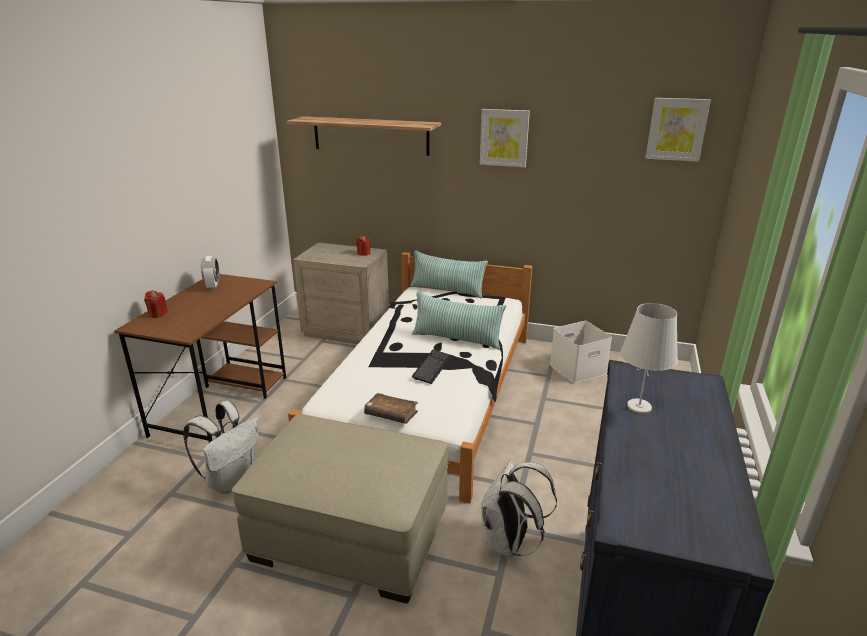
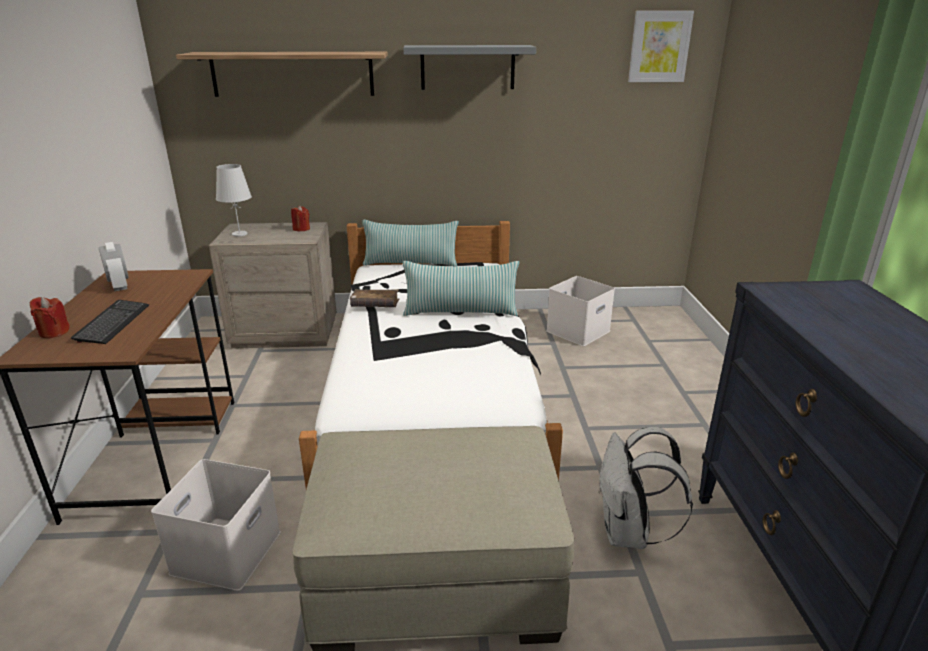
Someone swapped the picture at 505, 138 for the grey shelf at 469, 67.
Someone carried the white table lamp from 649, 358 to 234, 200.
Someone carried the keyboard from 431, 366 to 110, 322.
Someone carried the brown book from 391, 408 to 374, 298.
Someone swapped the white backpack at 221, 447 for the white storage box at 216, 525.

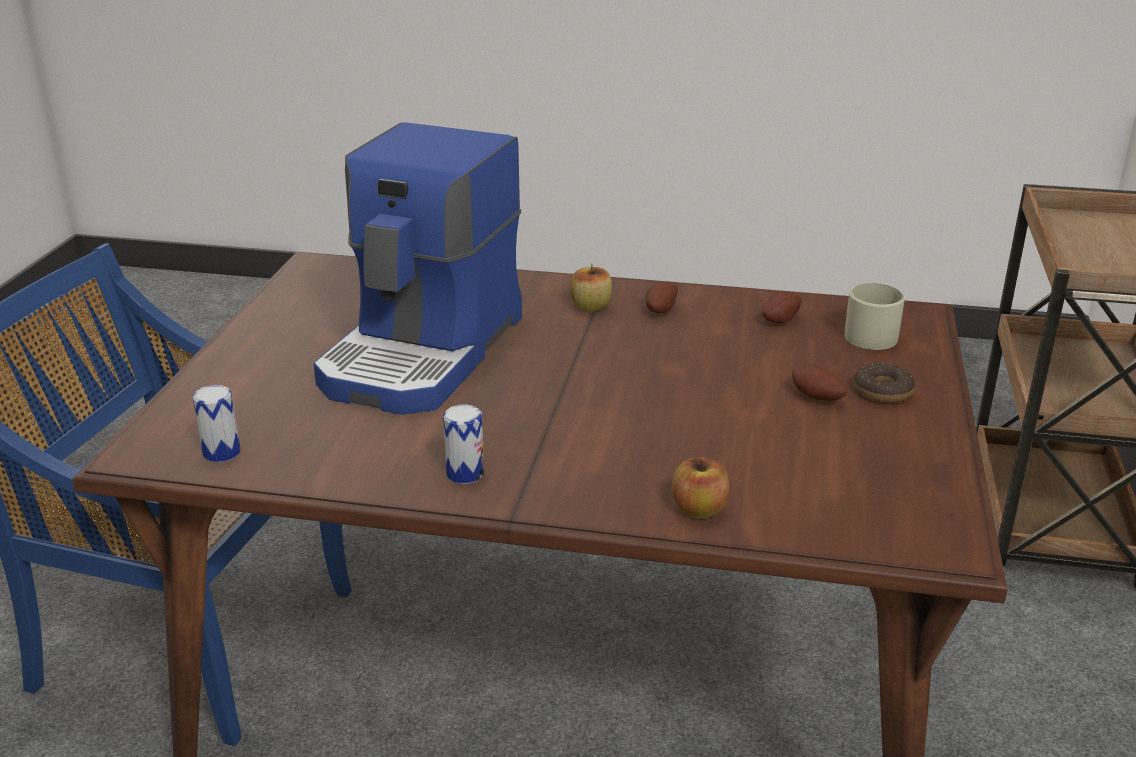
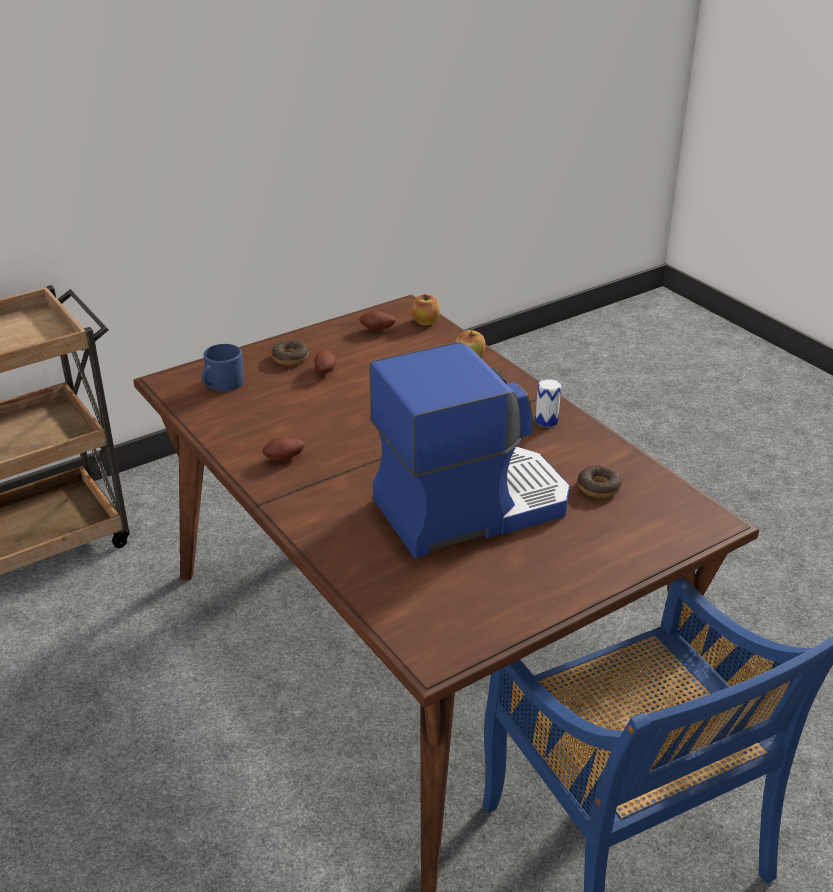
Someone carried the apple from 591, 288 to 426, 309.
Someone repainted the beige mug at 875, 316, which became the blue mug at 222, 368.
Someone carried the potato from 782, 307 to 377, 320.
Someone took away the can at 216, 423.
Someone put down the donut at 599, 481.

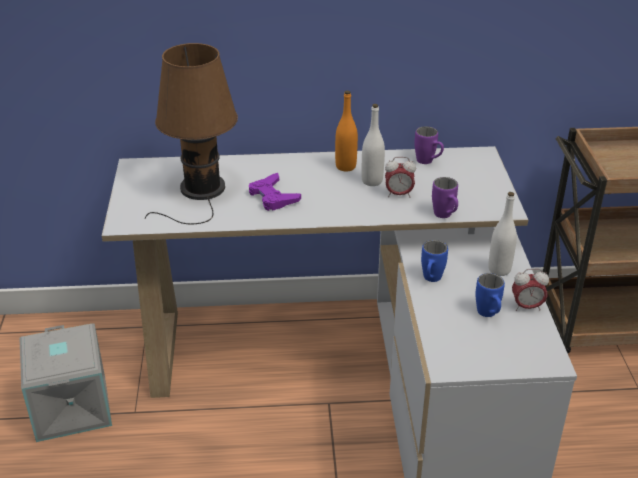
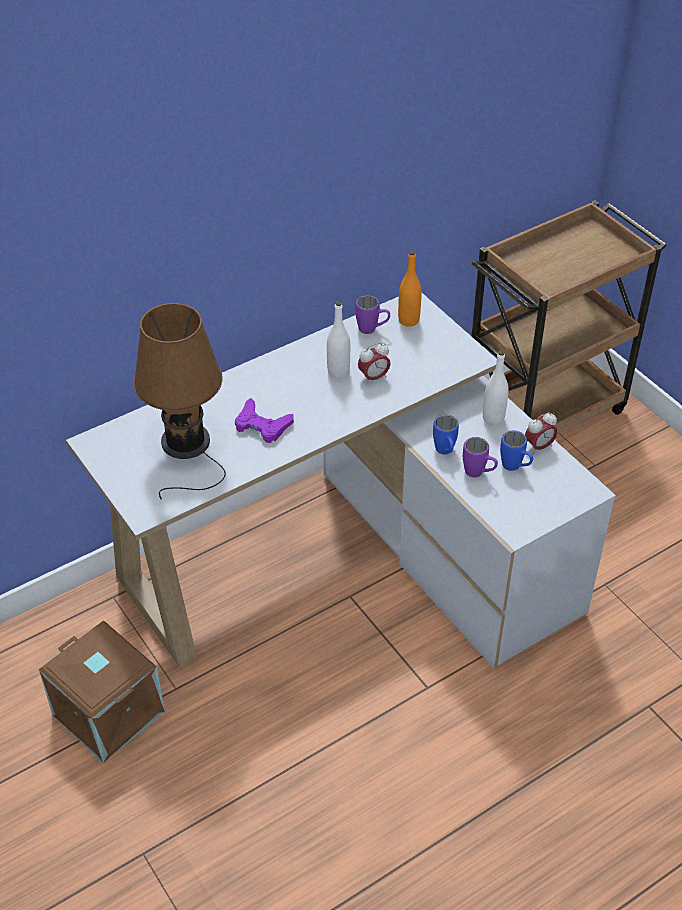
Someone carried the orange bottle from 346, 130 to 410, 289.
Someone carried the purple mug from 445, 197 to 480, 457.
Someone repainted the grey storage box at 65, 383, which became the brown storage box at 102, 691.

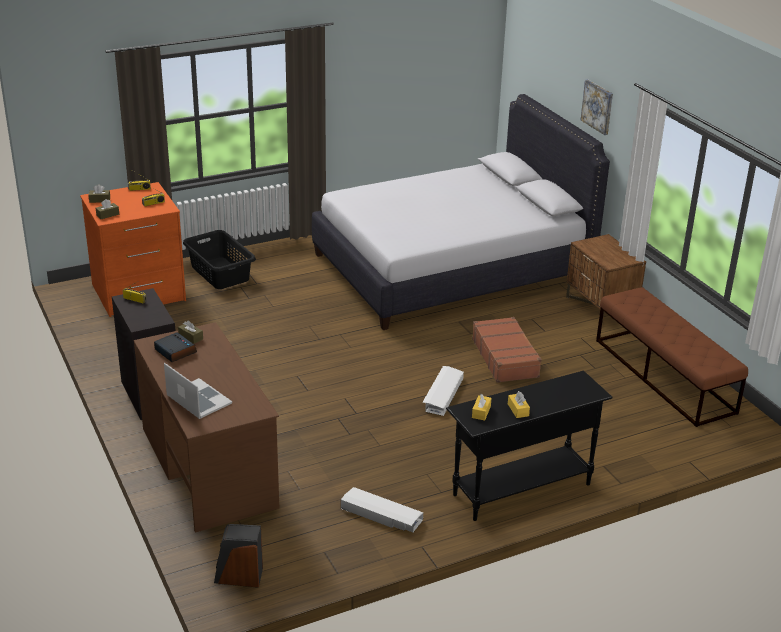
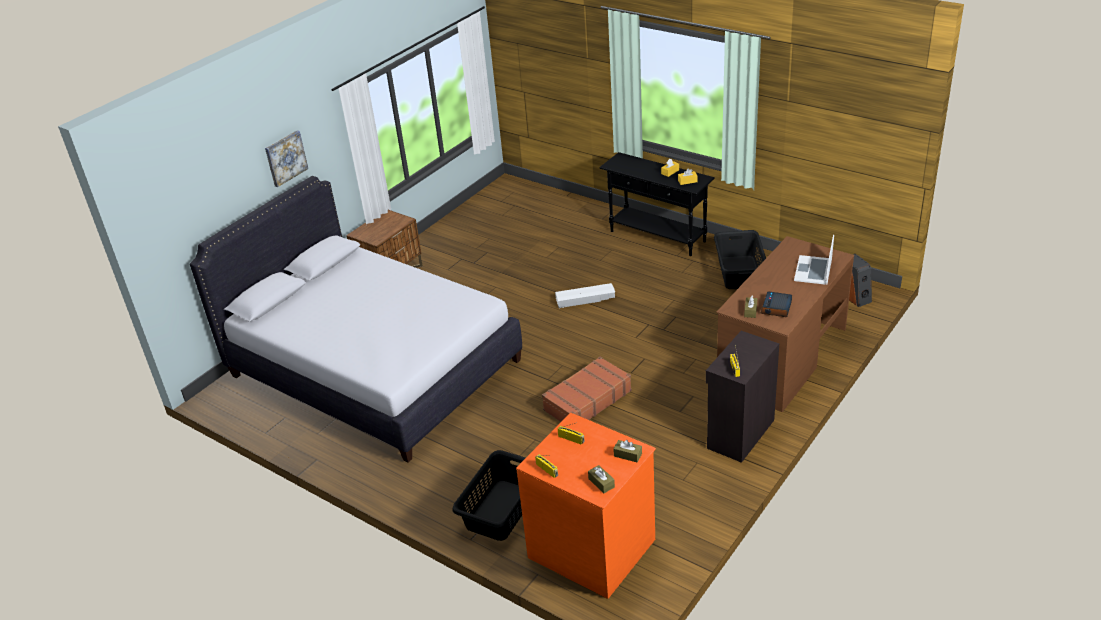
Someone took away the brown bench at 672, 357.
Someone carried the brown suitcase from 507, 350 to 587, 389.
Someone swapped the white storage box at 382, 509 for the black laundry basket at 740, 259.

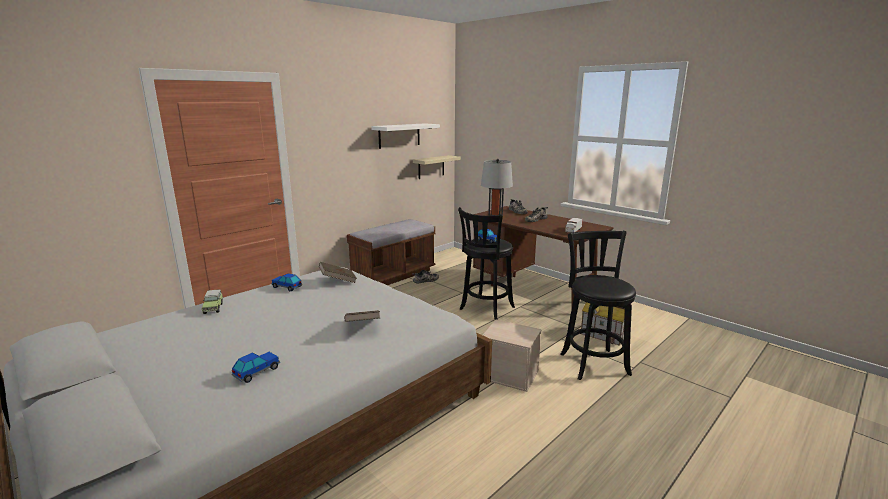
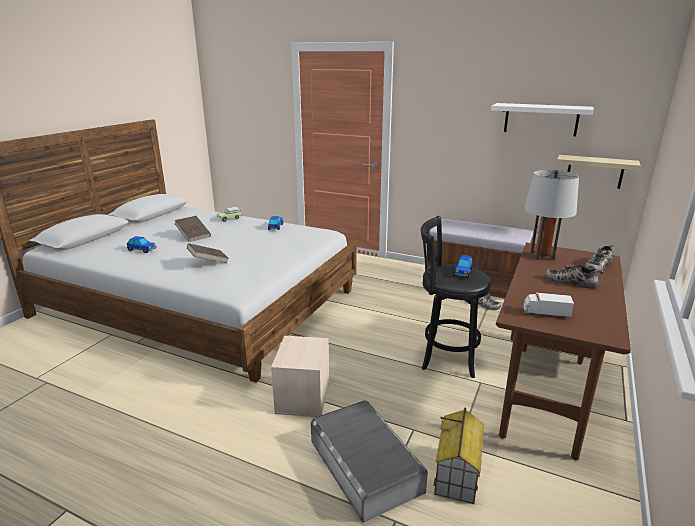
Someone swapped the black stool at 598, 305 for the grey storage box at 369, 461.
Someone carried the brown book from 338, 272 to 193, 229.

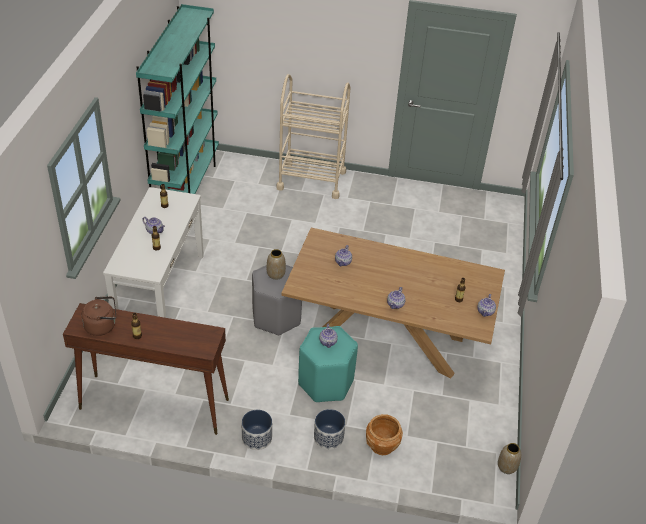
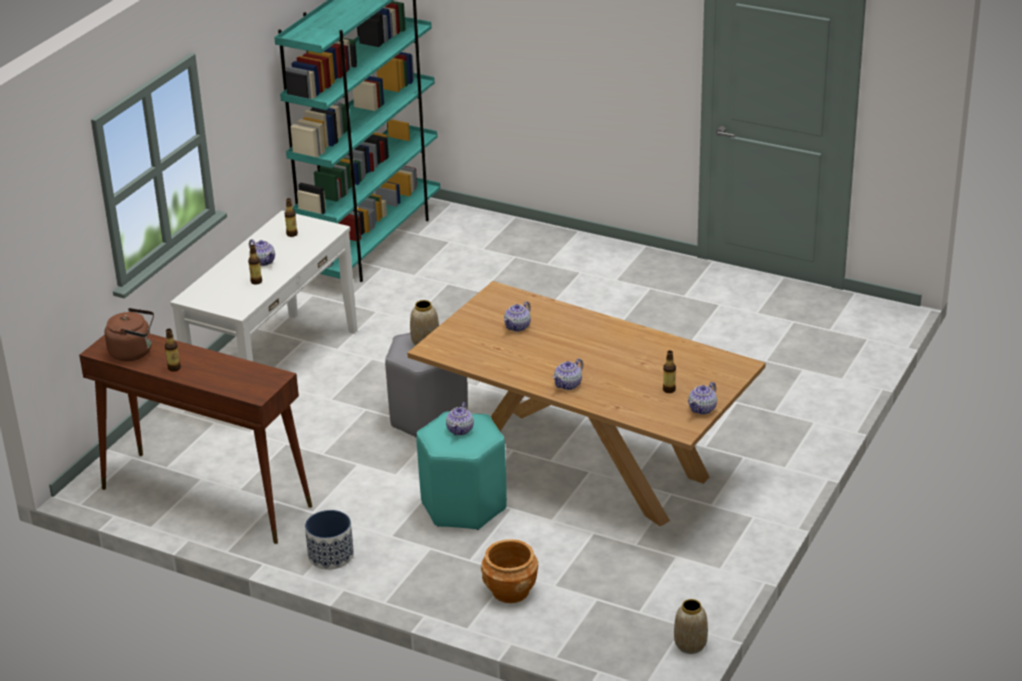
Someone took away the beige cart at 313, 136.
Someone took away the planter at 329, 429.

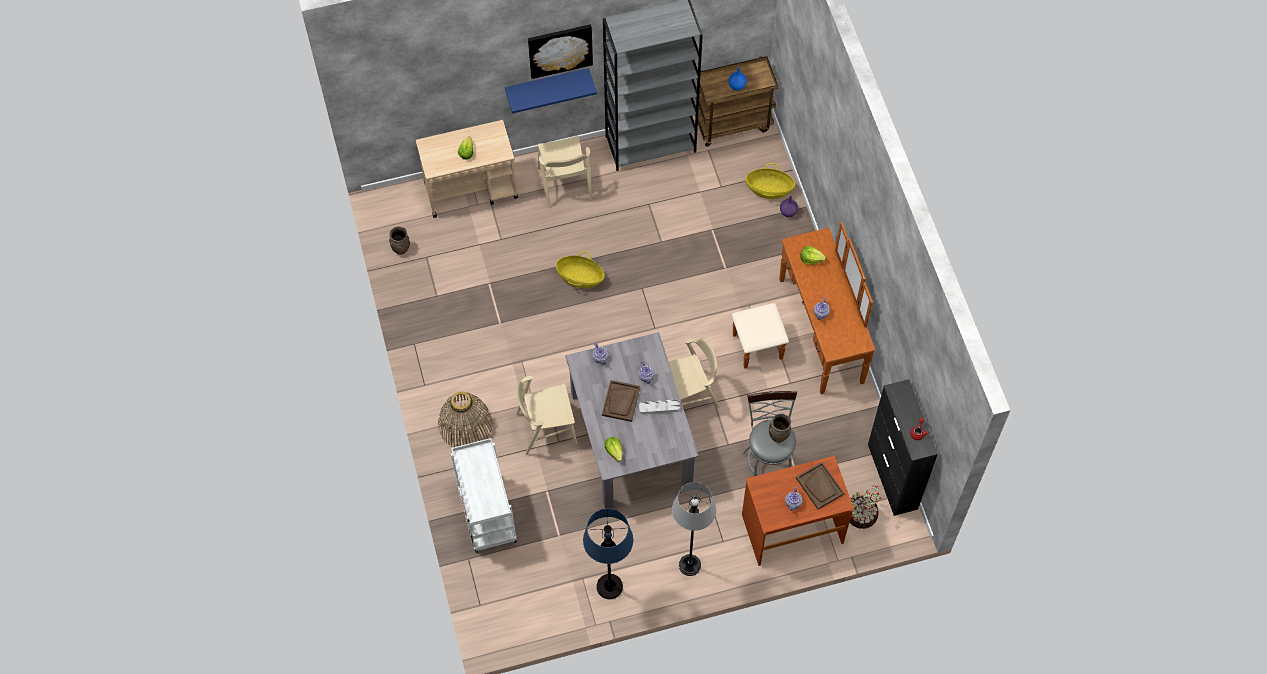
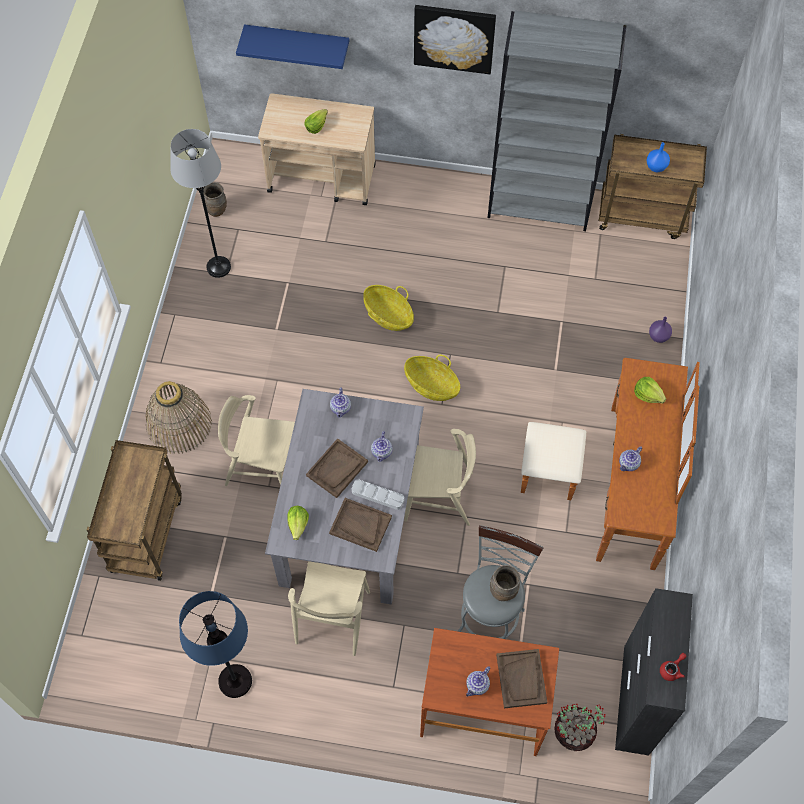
Someone carried the blue shelf from 551, 91 to 292, 46.
Someone carried the beige chair from 565, 172 to 329, 608.
Someone carried the basket from 770, 181 to 432, 378.
Someone repainted the white cart at 484, 495, which became the brown cart at 134, 510.
Someone carried the grey floor lamp from 694, 529 to 200, 203.
Someone put down the brown tray at 360, 525.

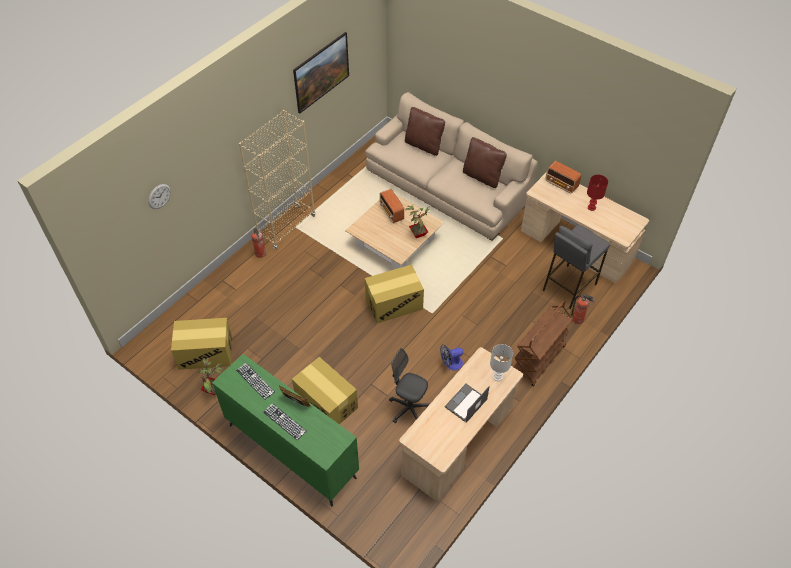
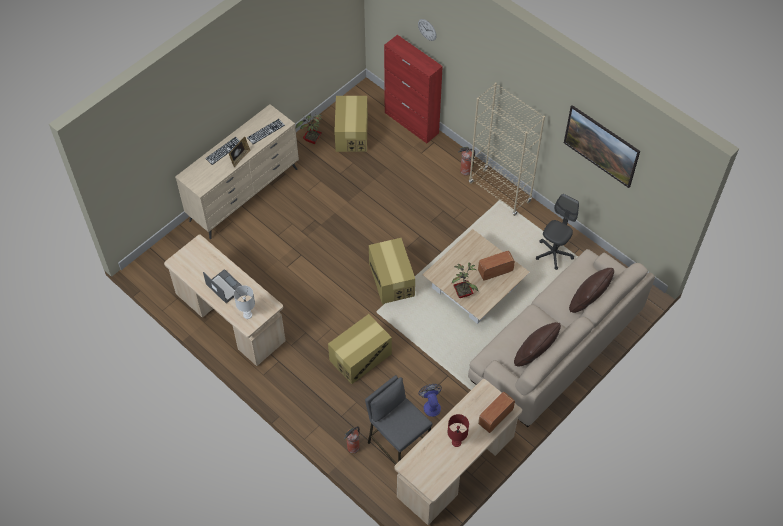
Someone took away the brown cart at 543, 343.
Someone carried the fan from 451, 357 to 430, 400.
Someone carried the grey office chair from 410, 385 to 557, 232.
Someone repainted the green dresser at 285, 430, which became the beige dresser at 237, 171.
Someone carried the cardboard box from 325, 390 to 360, 349.
Someone put down the red cabinet at 413, 89.

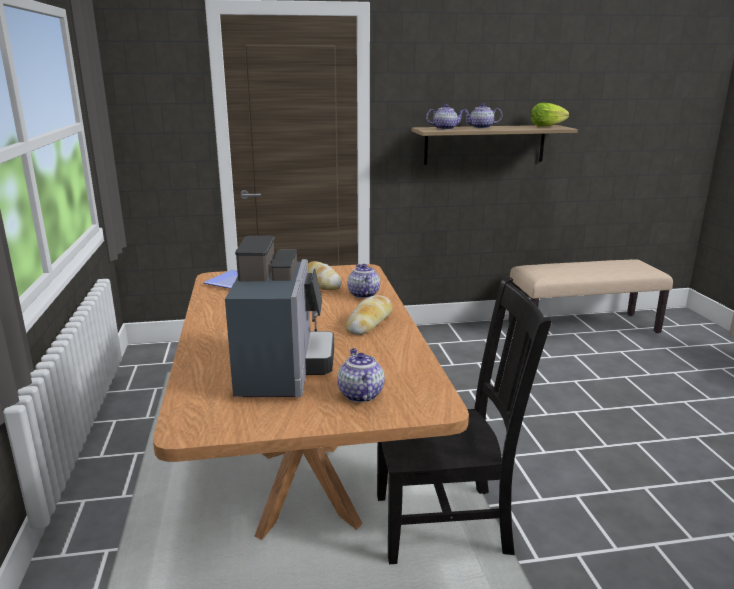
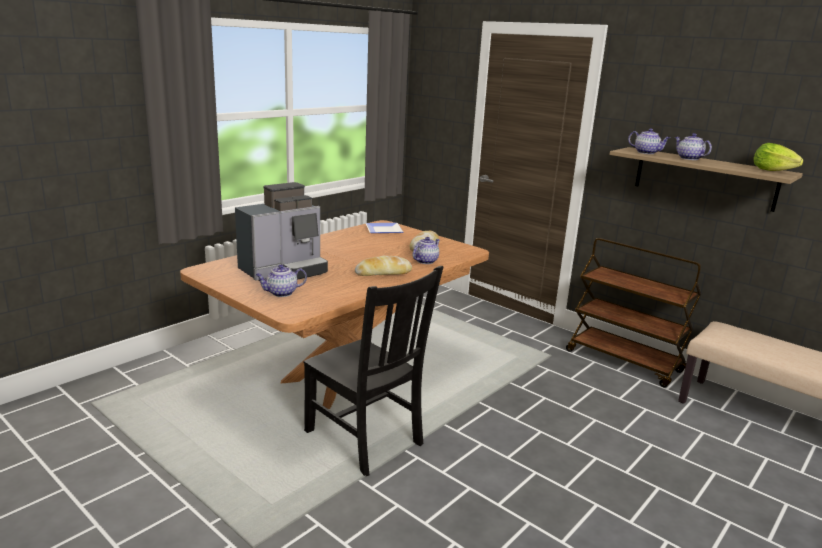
Someone rotated the teapot at 361, 375 by 150 degrees counterclockwise.
Someone put down the brown cart at 633, 312.

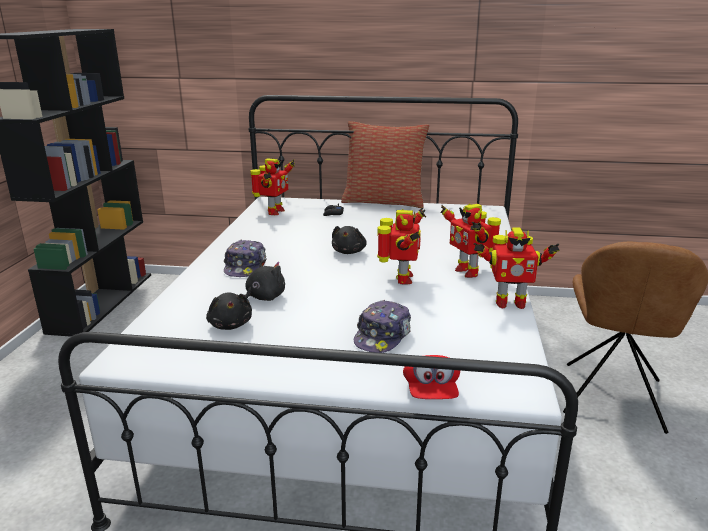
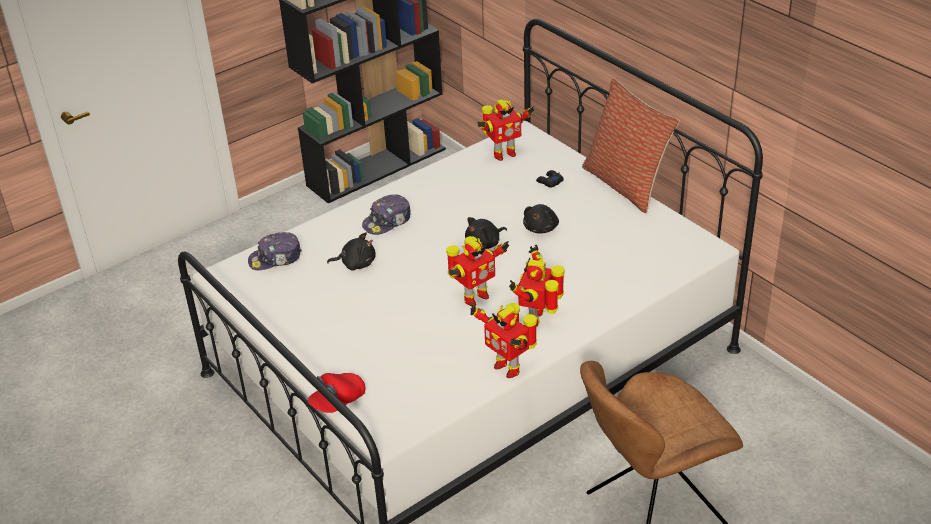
Someone carried the black plush toy from 229, 311 to 541, 219.
Someone carried the cap from 382, 326 to 275, 251.

